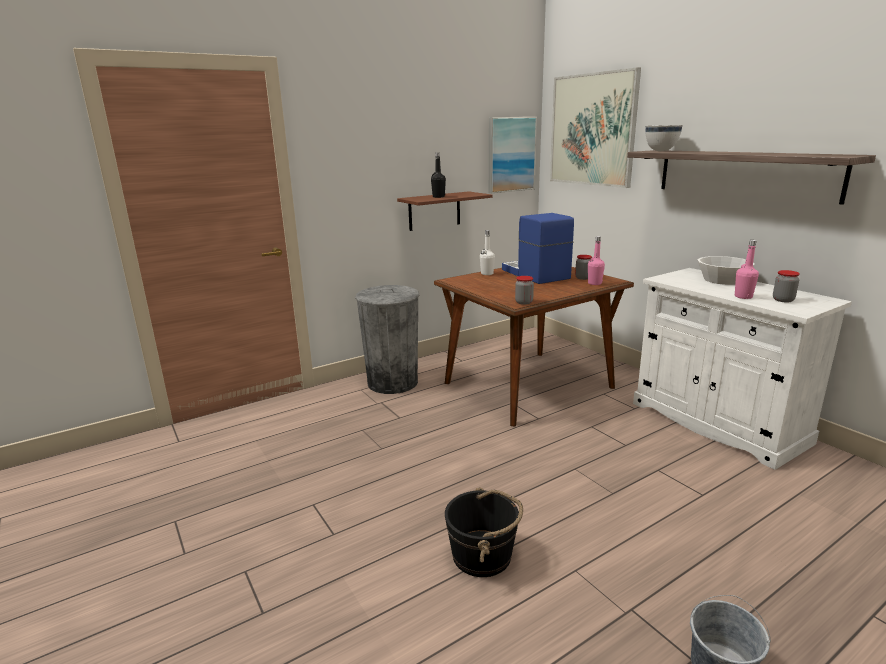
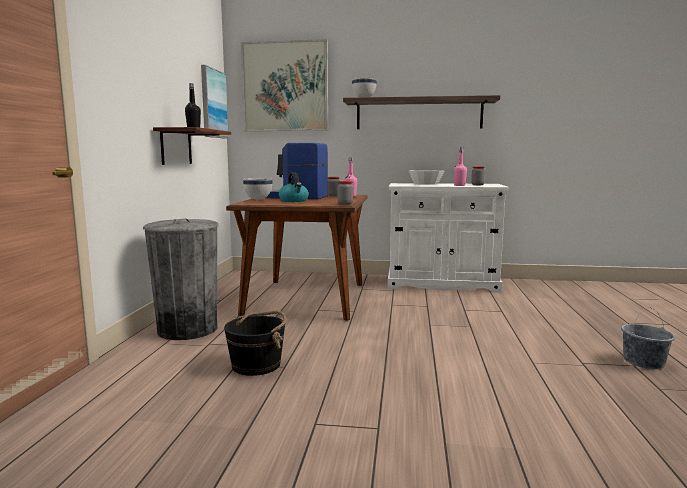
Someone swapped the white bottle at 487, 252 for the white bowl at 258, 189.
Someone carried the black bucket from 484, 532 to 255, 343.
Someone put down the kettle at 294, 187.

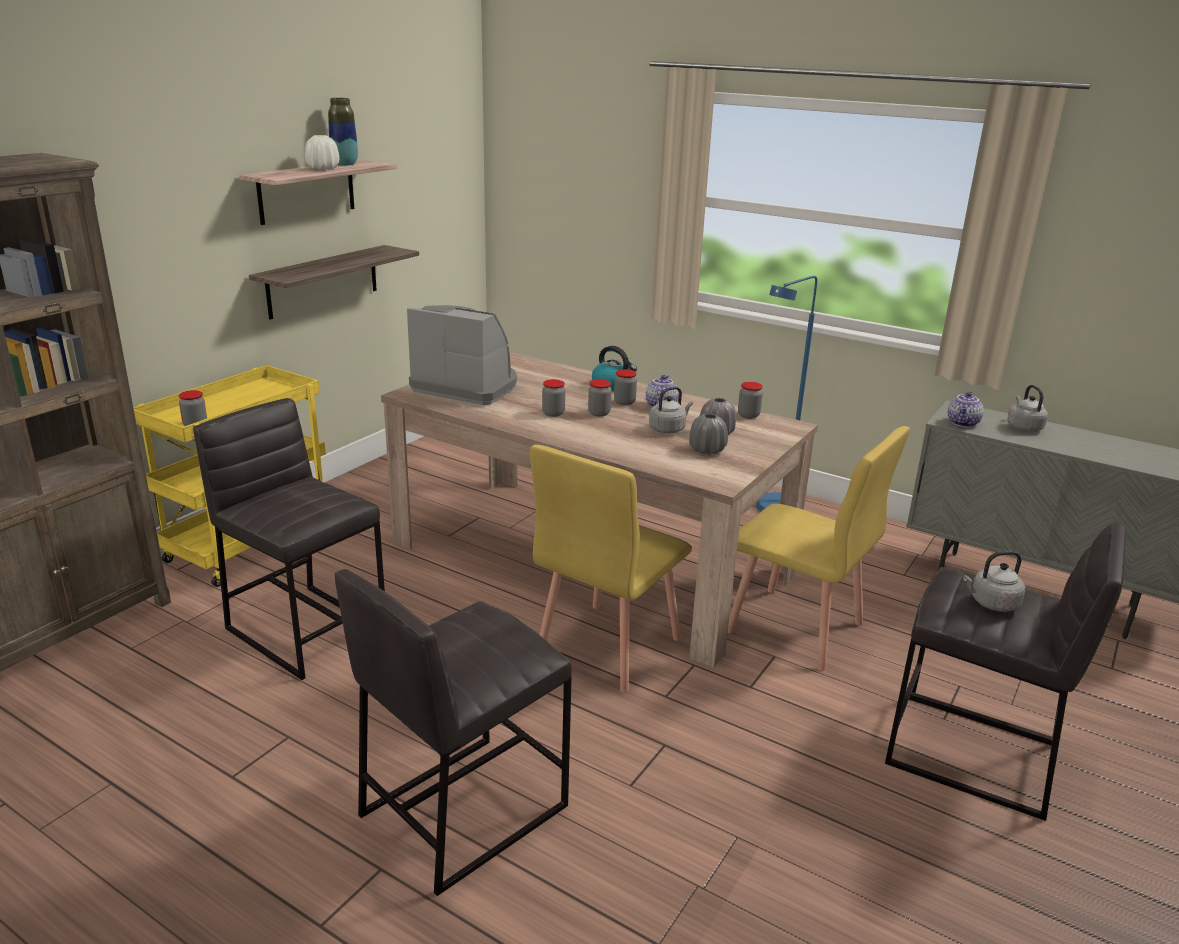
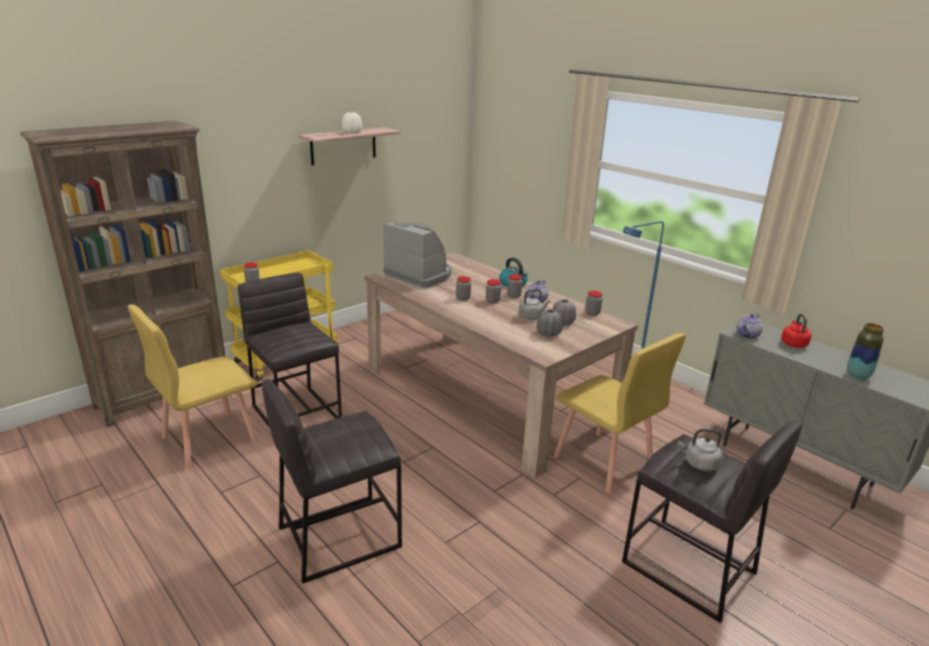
Someone carried the vase from 343, 132 to 865, 351.
Someone took away the shelf at 334, 282.
Someone repainted the grey kettle at 1027, 408, which became the red kettle at 796, 331.
Someone carried the yellow chair from 611, 569 to 193, 387.

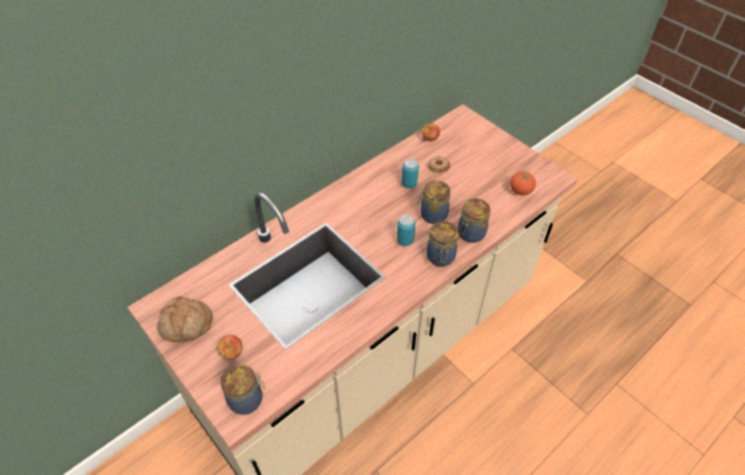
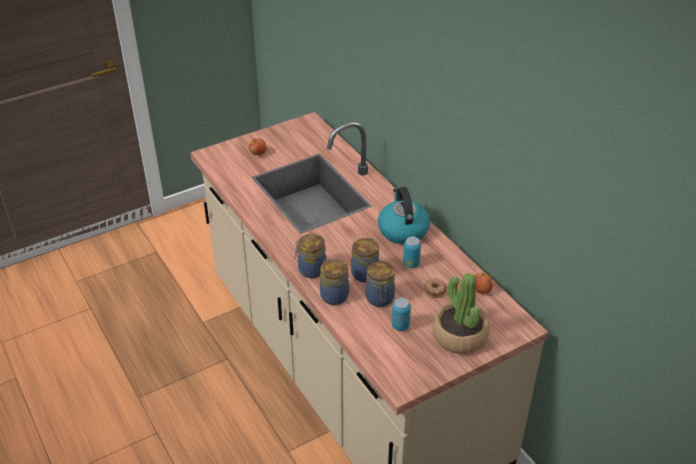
Someone took away the tomato at 523, 183.
Someone carried the can from 406, 230 to 401, 314.
Someone took away the bread at 185, 319.
Someone carried the jar from 243, 389 to 380, 284.
Someone put down the kettle at 404, 215.
Someone put down the potted plant at 461, 313.

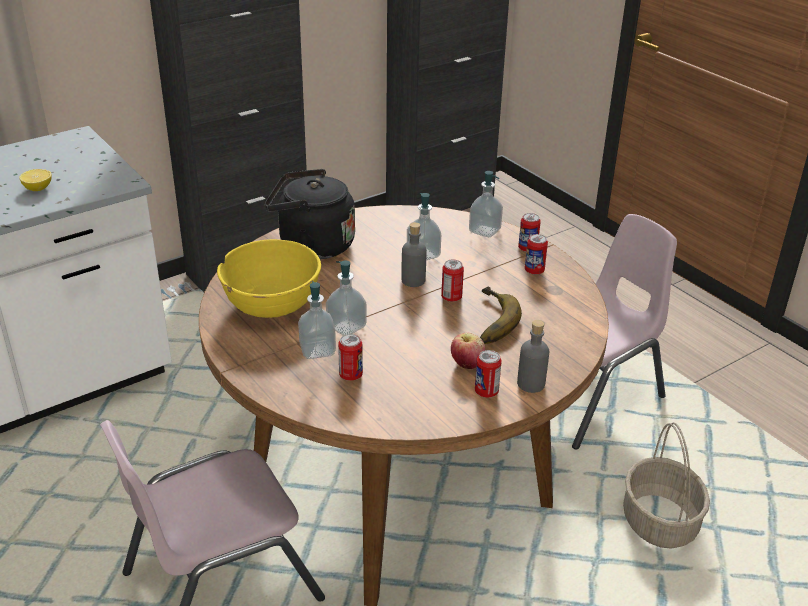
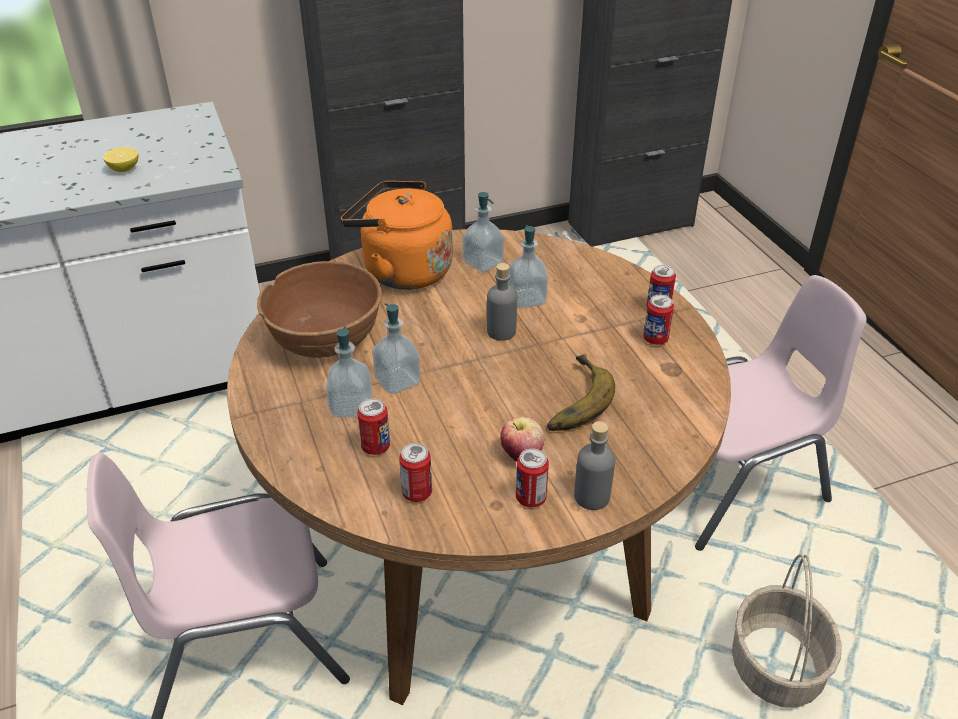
Someone repainted the black kettle at 310, 214, which became the orange kettle at 397, 235.
Someone carried the soap dispenser from 486, 204 to 483, 232.
Someone repainted the yellow bowl at 269, 278, which became the brown bowl at 319, 309.
Someone carried the can from 452, 281 to 415, 472.

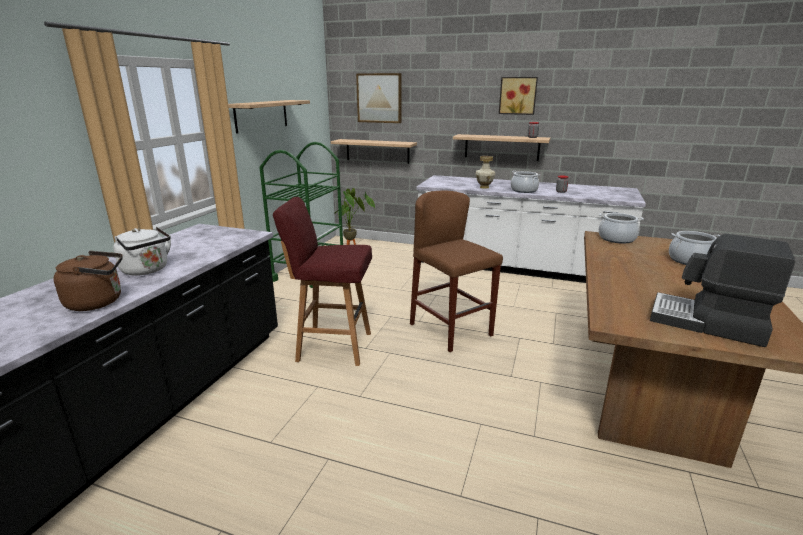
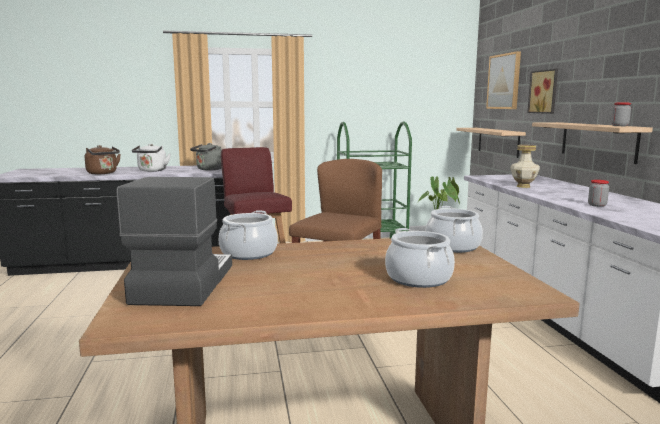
Someone carried the picture from 518, 96 to 542, 91.
Someone took away the shelf at 269, 117.
Someone carried the cooking pot from 525, 182 to 248, 235.
Someone put down the grey kettle at 206, 156.

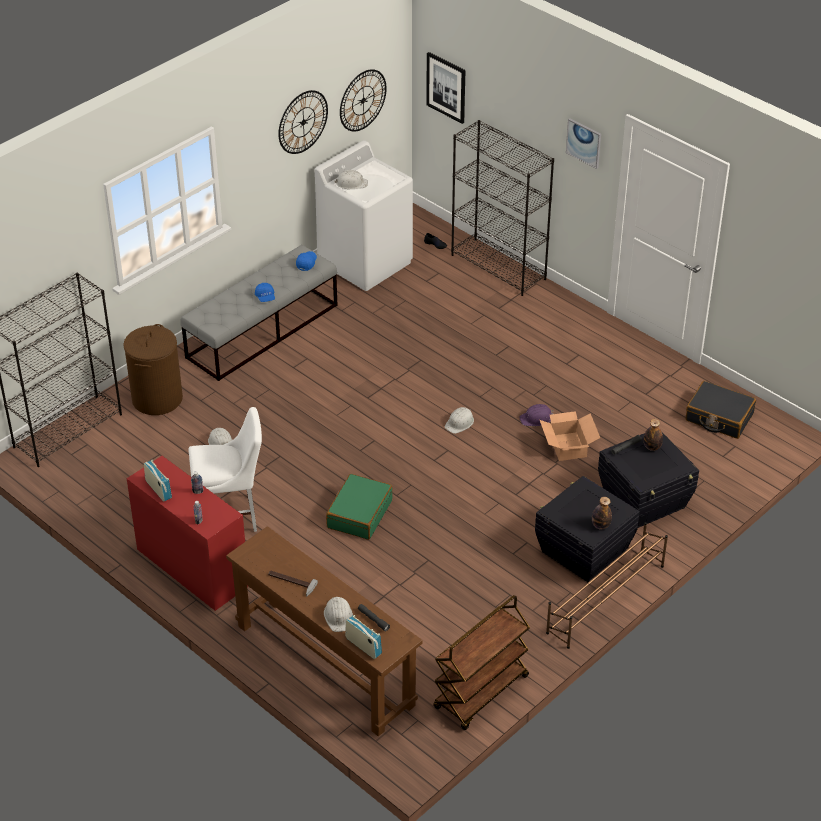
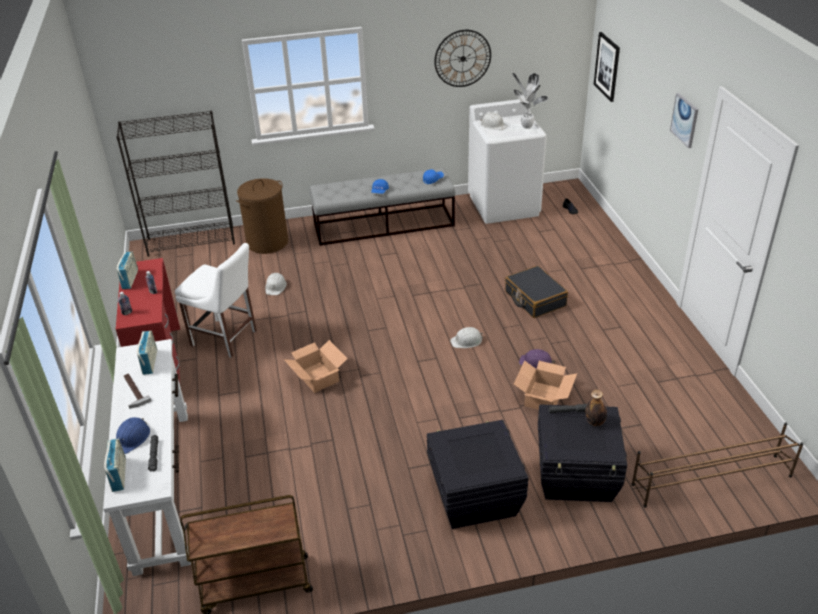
Someone took away the wall clock at 363, 100.
Someone took away the black bookcase at 502, 208.
Someone carried the black suitcase from 720, 410 to 536, 292.
Someone swapped the green suitcase at 359, 507 for the cardboard box at 316, 366.
Someone took away the bottle at 602, 513.
Someone carried the brown shoe rack from 607, 585 to 717, 464.
Someone repainted the brown console table at 324, 631, which became the white console table at 147, 457.
Someone repainted the white hard hat at 338, 614, which became the blue hard hat at 133, 435.
Someone put down the potted plant at 530, 101.
Someone put down the radio at 147, 353.

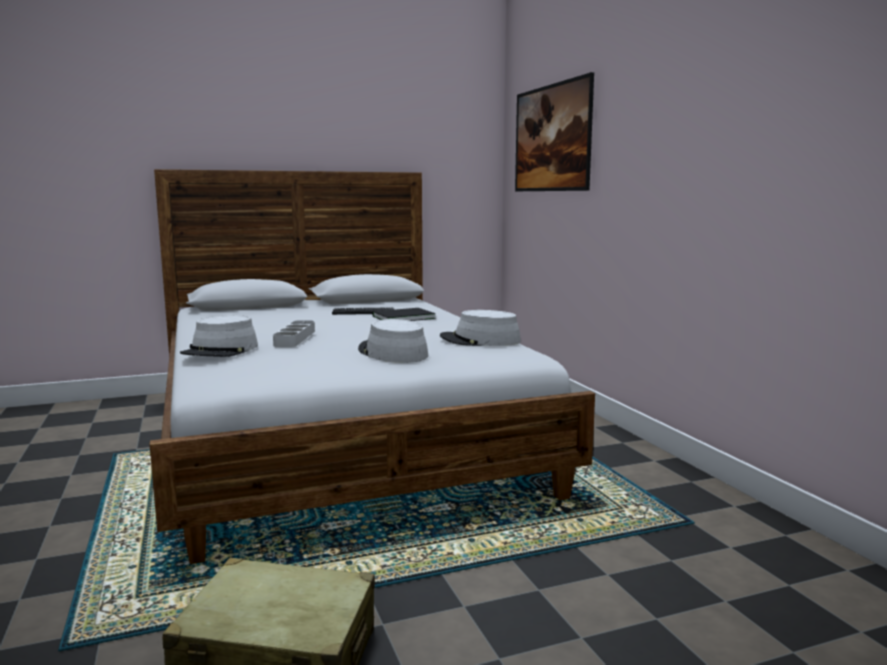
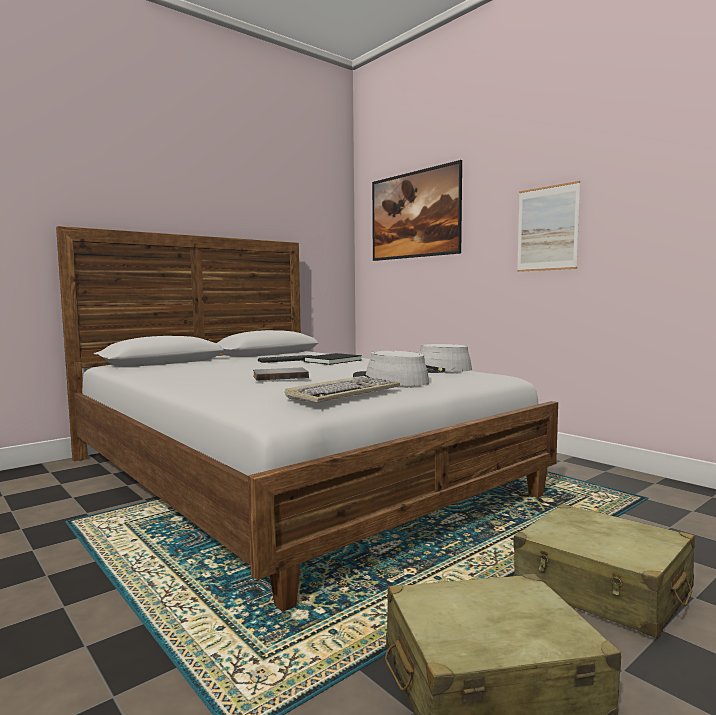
Someone took away the grey hat at 219, 336.
Someone swapped the grey tray at 294, 333 for the grey book at 281, 374.
Someone put up the picture at 548, 226.
Someone put down the keyboard at 342, 389.
Someone put down the beige suitcase at 604, 571.

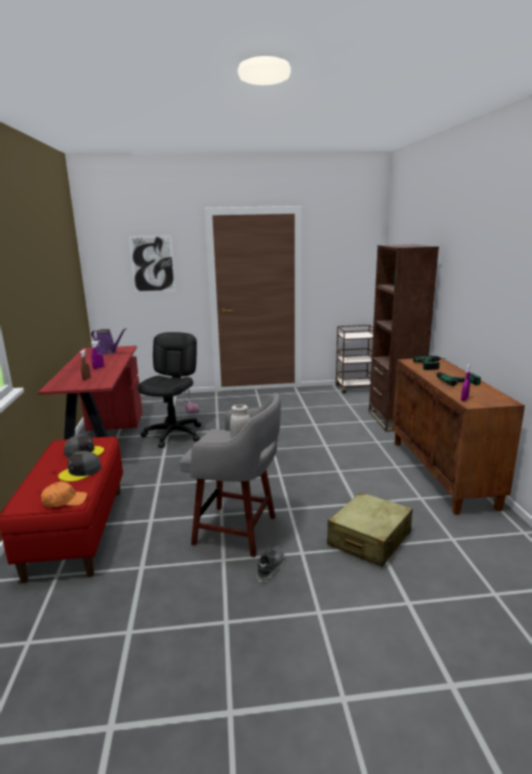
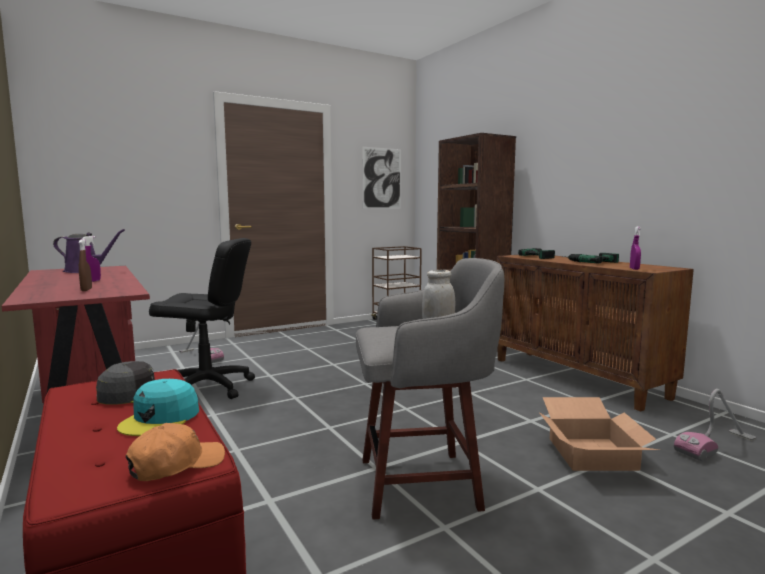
Someone carried the picture from 152, 263 to 381, 178.
Someone rotated the black office chair at 169, 390 by 105 degrees clockwise.
Someone repainted the grey cap at 79, 466, which became the turquoise cap at 158, 407.
Someone swapped the beige suitcase at 370, 529 for the cardboard box at 599, 434.
Someone took away the shoe at 270, 564.
Someone put down the vacuum cleaner at 715, 425.

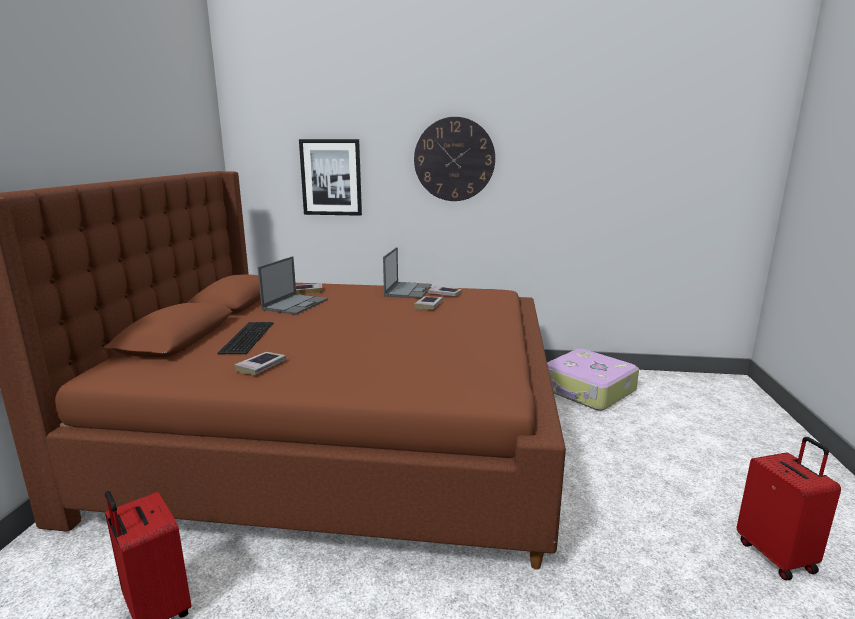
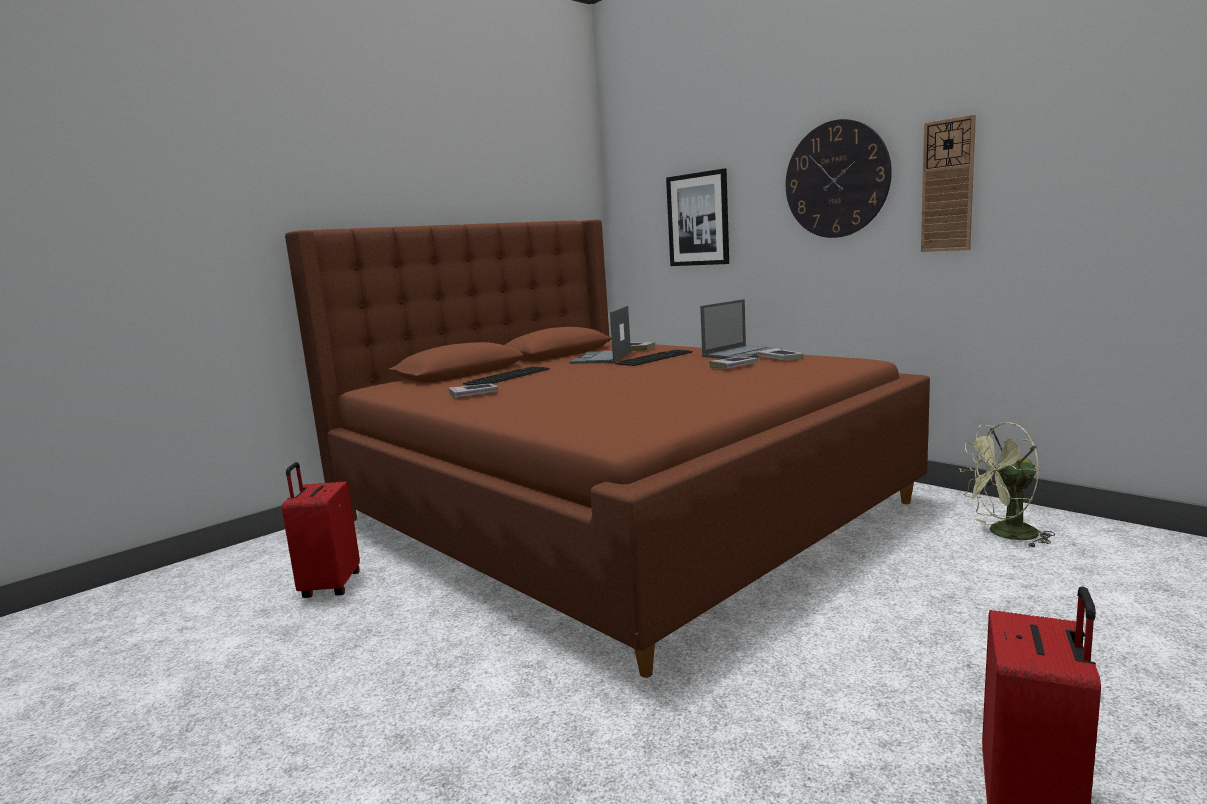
Someone rotated the laptop at 293, 285 by 135 degrees clockwise.
Someone swapped the suitcase at 593, 380 for the green fan at 1007, 484.
Someone put up the wall clock at 948, 183.
Someone put down the keyboard at 654, 358.

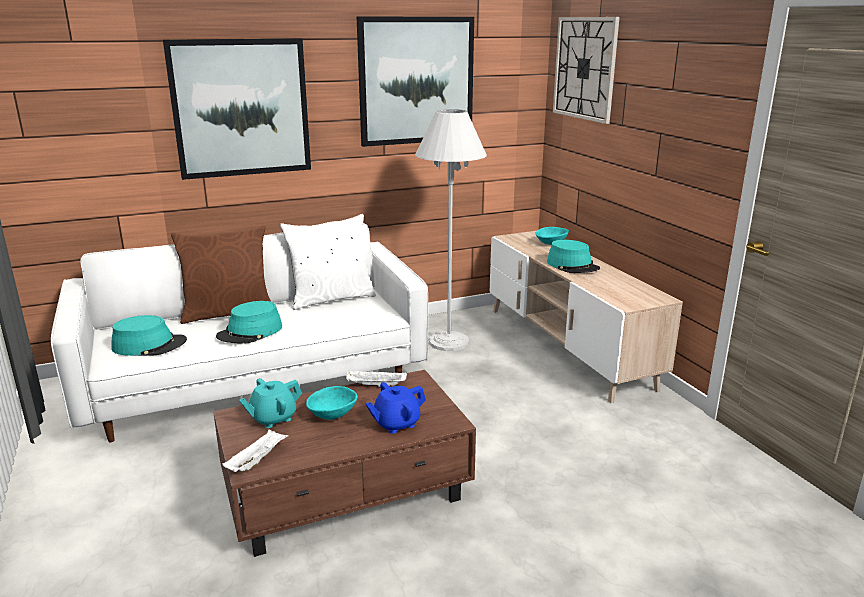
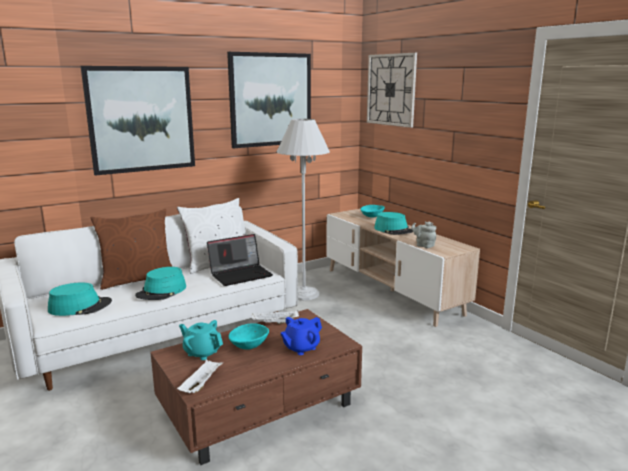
Someone rotated the turquoise teapot at 270, 403 by 75 degrees clockwise.
Someone put down the grey teapot at 423, 235.
Someone put down the laptop at 240, 260.

